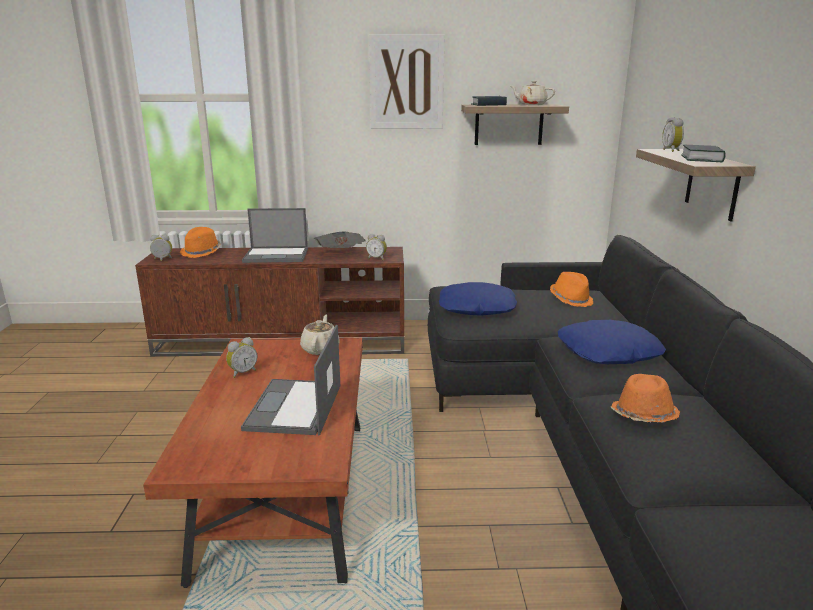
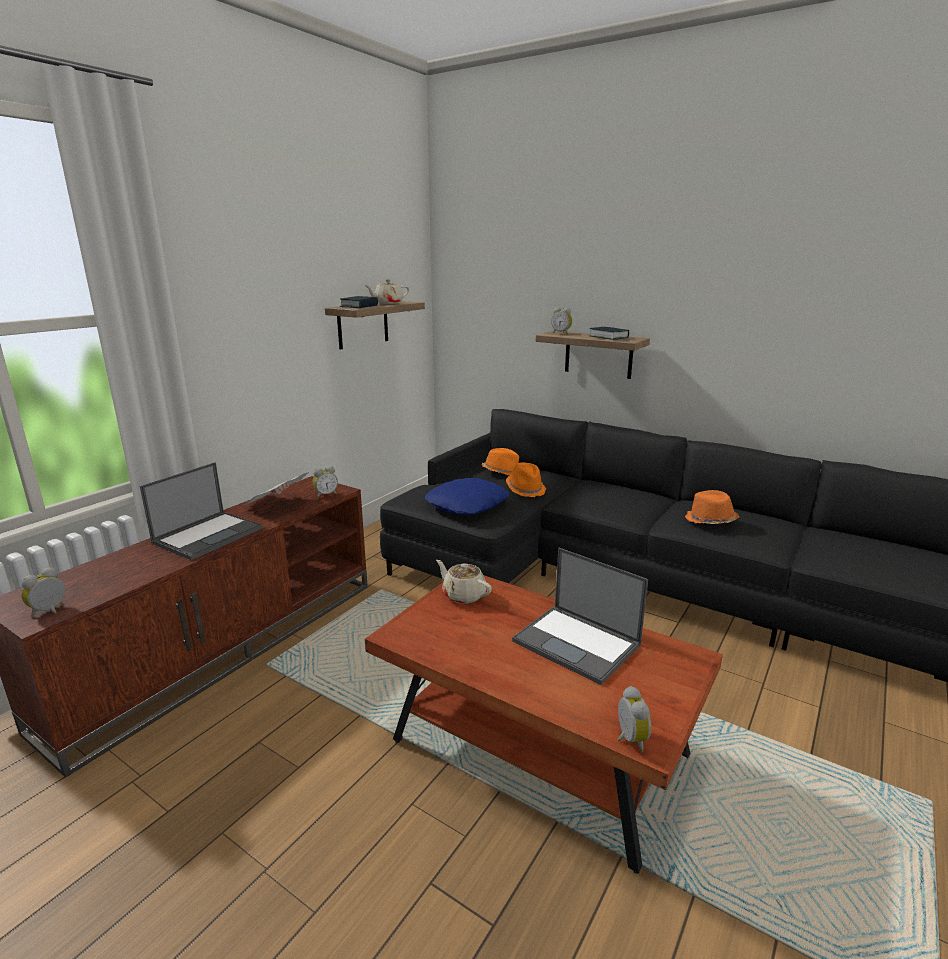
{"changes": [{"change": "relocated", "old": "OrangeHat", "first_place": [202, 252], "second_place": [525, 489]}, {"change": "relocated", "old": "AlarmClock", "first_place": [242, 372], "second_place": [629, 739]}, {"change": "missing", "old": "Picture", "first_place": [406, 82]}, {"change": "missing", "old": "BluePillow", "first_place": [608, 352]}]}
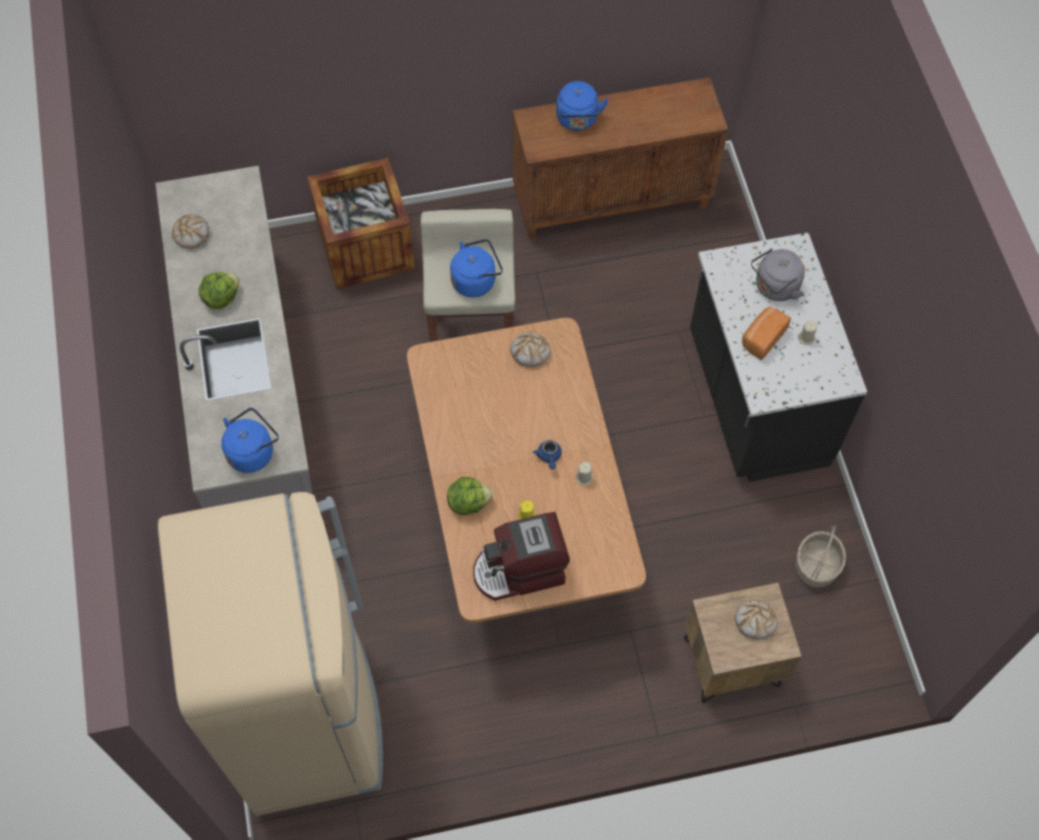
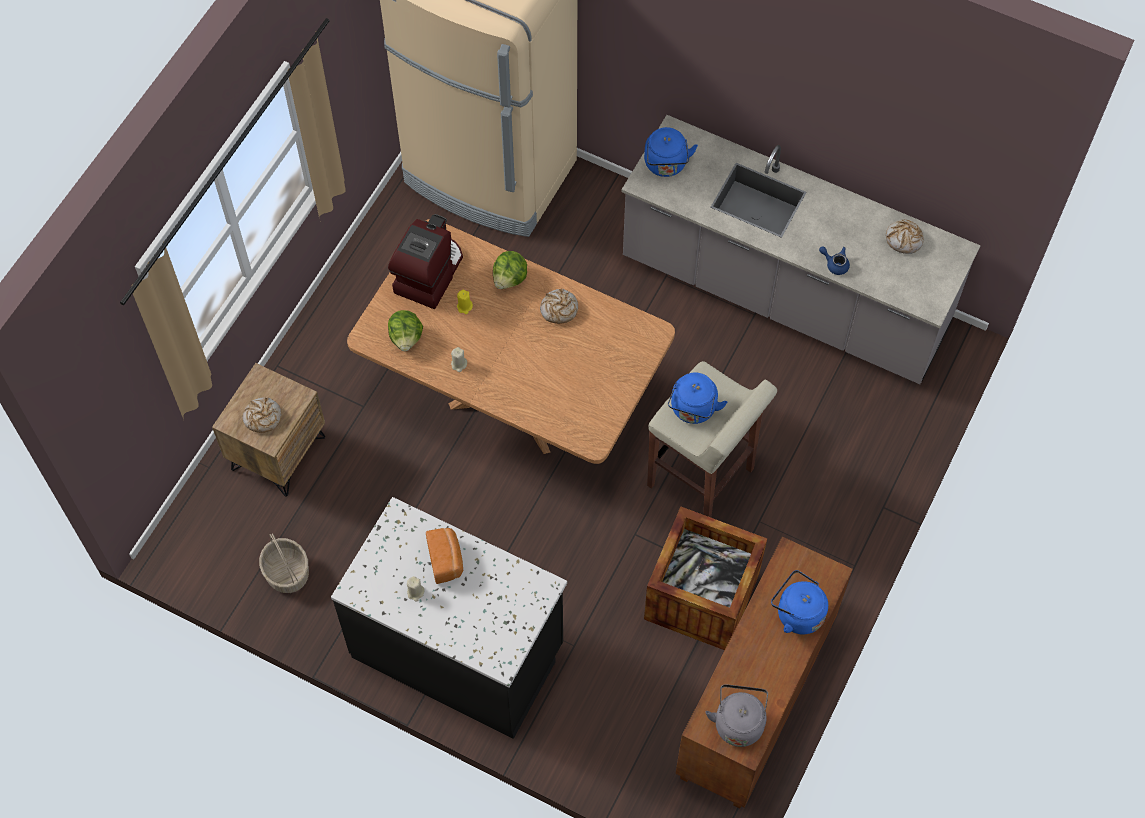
{"changes": [{"change": "relocated", "old": "Lettuce", "first_place": [221, 297], "second_place": [406, 337]}, {"change": "relocated", "old": "Crate", "first_place": [365, 247], "second_place": [701, 596]}, {"change": "relocated", "old": "Bread", "first_place": [530, 352], "second_place": [559, 309]}, {"change": "relocated", "old": "BlueTeapot", "first_place": [549, 457], "second_place": [834, 264]}, {"change": "relocated", "old": "GreyKettle", "first_place": [774, 288], "second_place": [738, 722]}]}
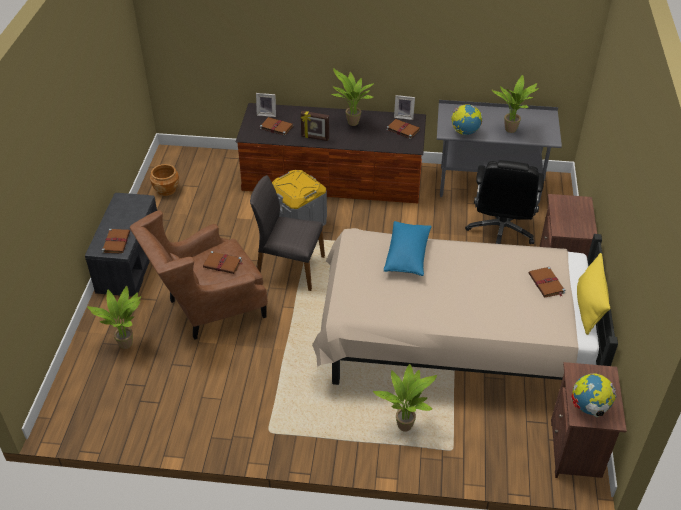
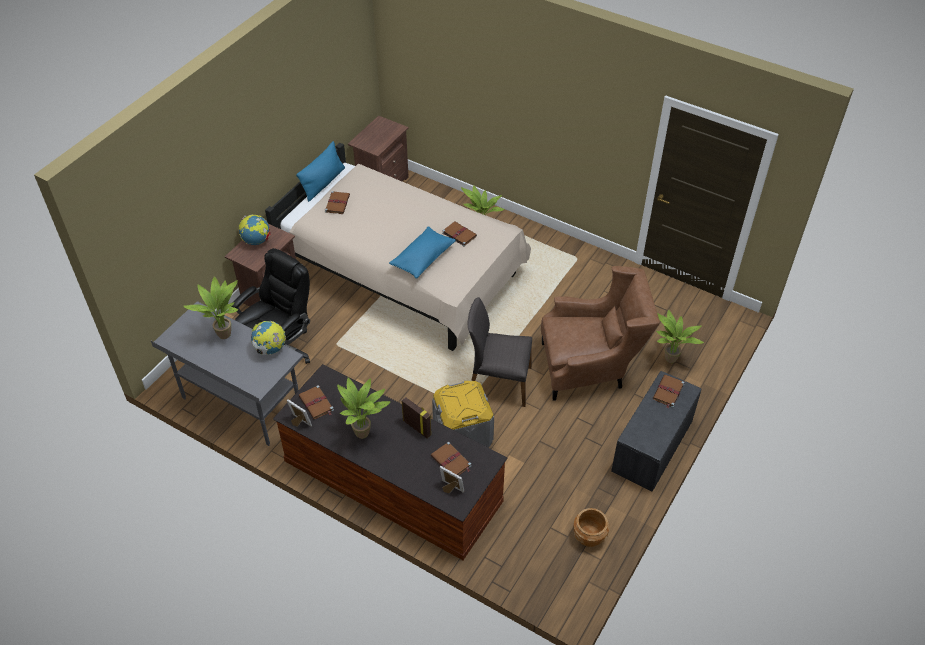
{"changes": [{"change": "relocated", "old": "BrownBook", "first_place": [223, 264], "second_place": [459, 234]}, {"change": "spun", "old": "GreyChair", "first_place": [289, 268], "second_place": [498, 382], "degrees": 150}, {"change": "relocated", "old": "Globe", "first_place": [589, 407], "second_place": [256, 241]}, {"change": "colour", "old": "YellowPillow", "new": "BluePillow", "first_place": [588, 306], "second_place": [323, 183]}]}
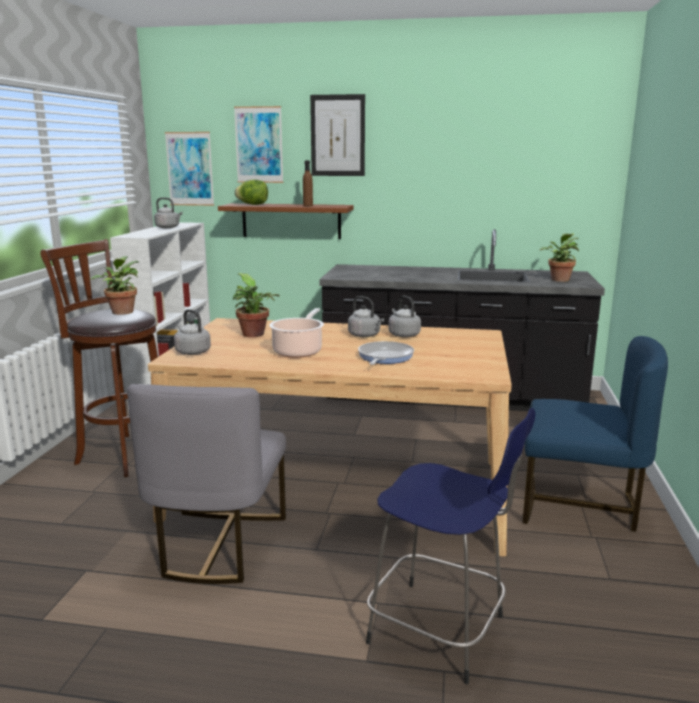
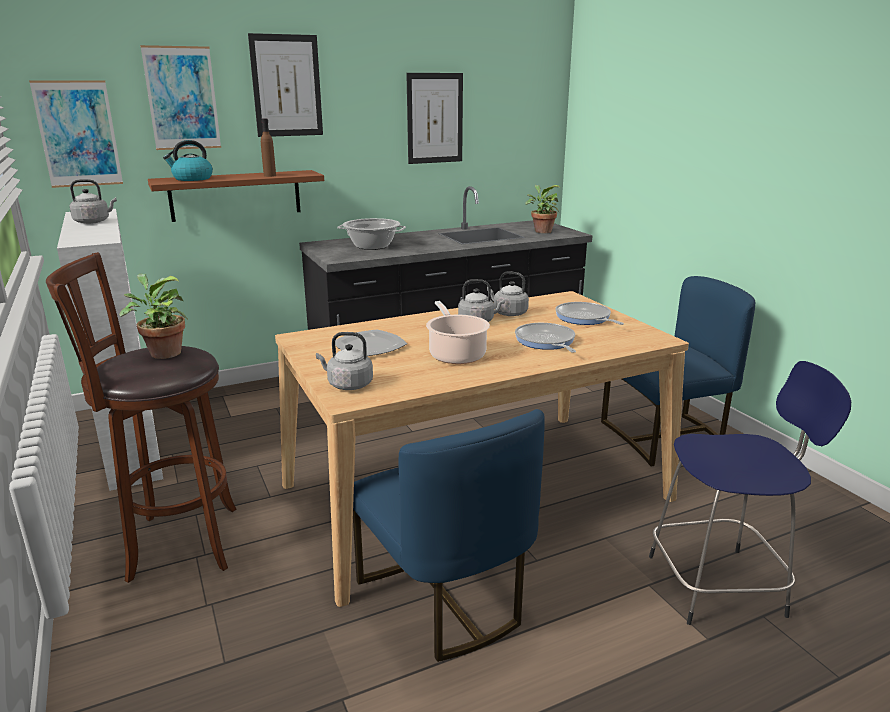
{"changes": [{"change": "colour", "old": "GreyChair", "new": "BlueChair", "first_place": [218, 545], "second_place": [444, 599]}, {"change": "exchanged", "old": "PottedPlant", "new": "Plate", "first_place": [255, 335], "second_place": [369, 346]}, {"change": "exchanged", "old": "Lettuce", "new": "Kettle", "first_place": [253, 204], "second_place": [192, 179]}, {"change": "appeared", "new": "CookingPot", "second_place": [372, 246]}, {"change": "appeared", "new": "Picture", "second_place": [435, 118]}, {"change": "appeared", "new": "FryingPan", "second_place": [584, 318]}]}
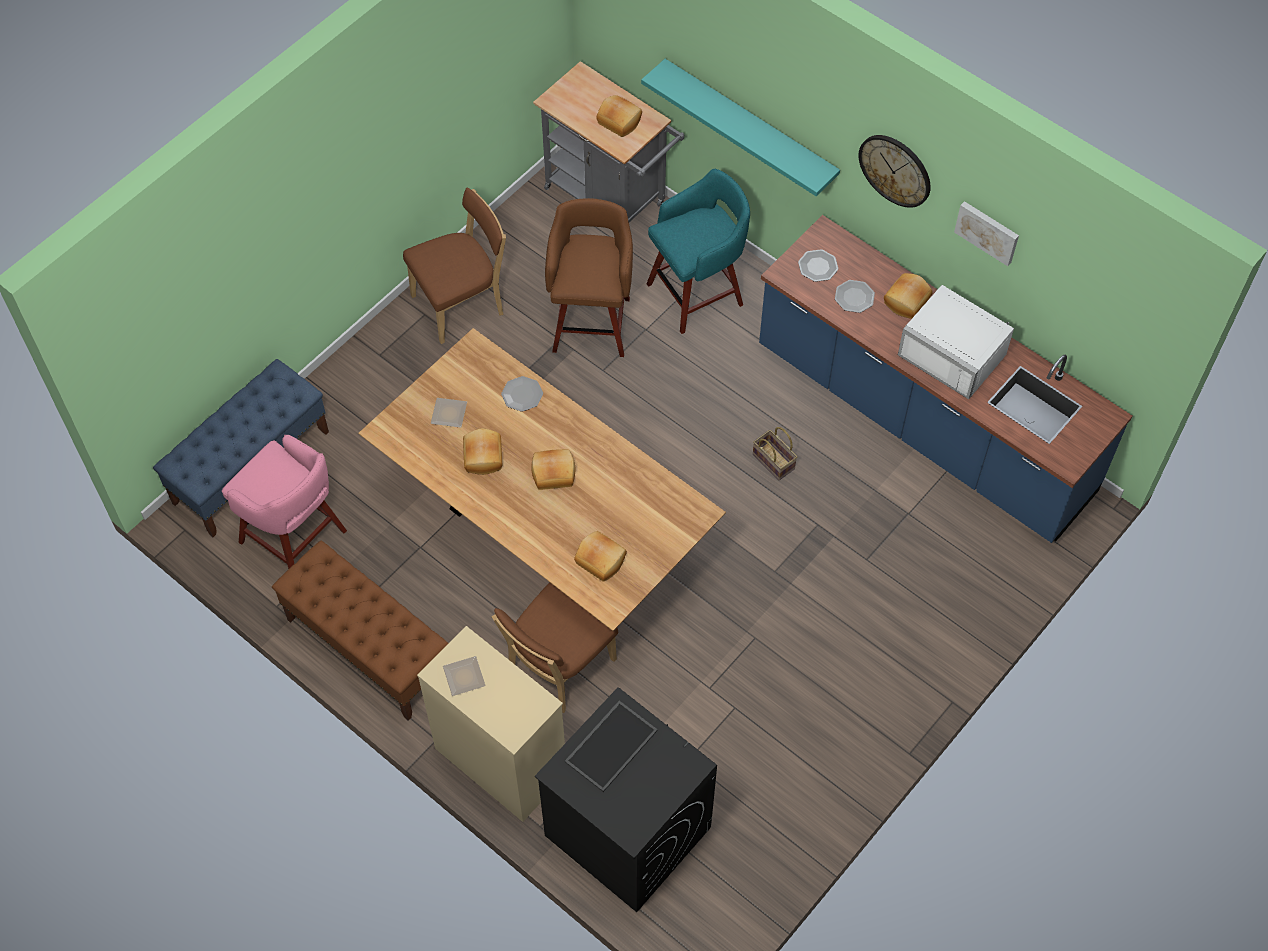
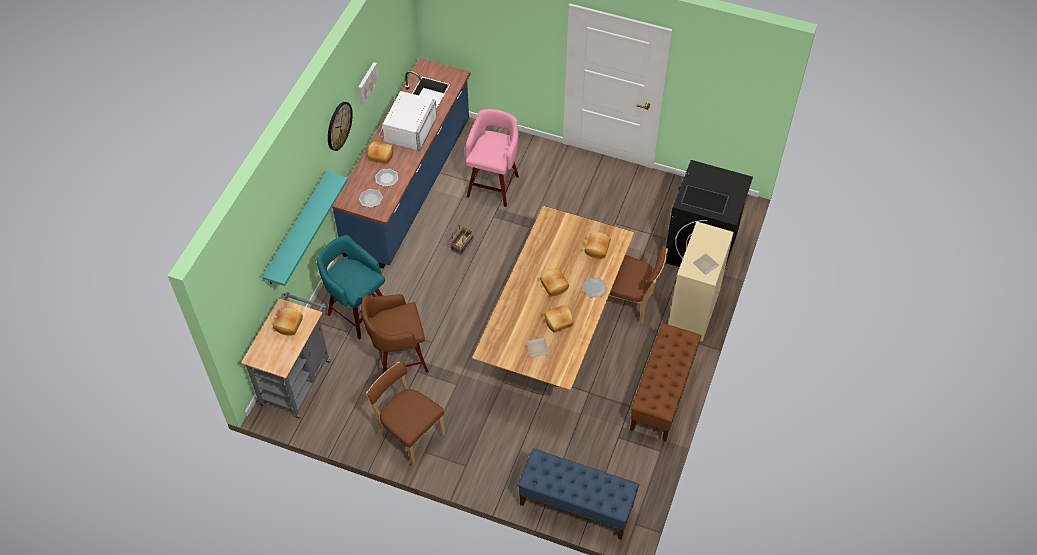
{"changes": [{"change": "relocated", "old": "PinkStool", "first_place": [295, 539], "second_place": [493, 185]}, {"change": "relocated", "old": "Plate", "first_place": [522, 394], "second_place": [594, 288]}]}
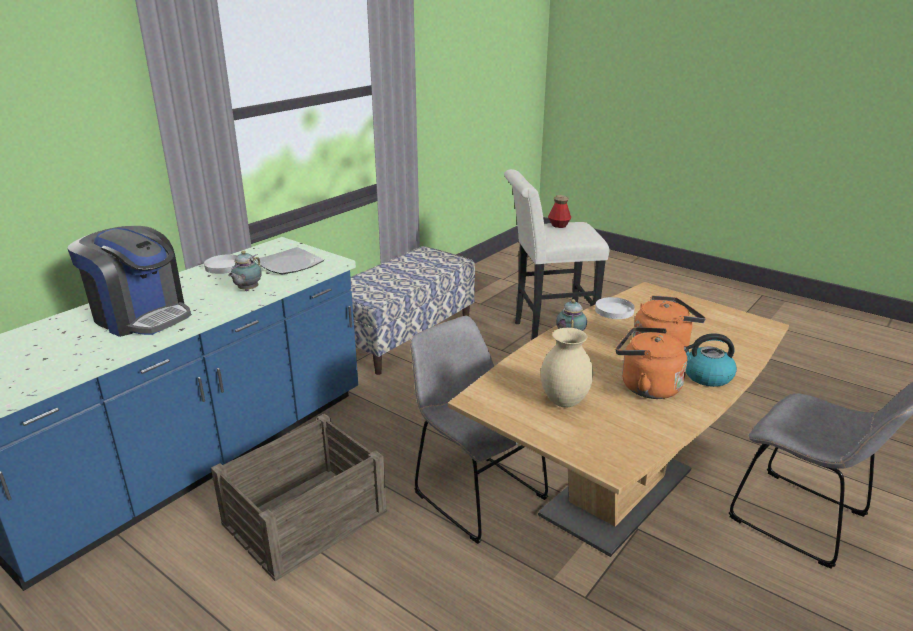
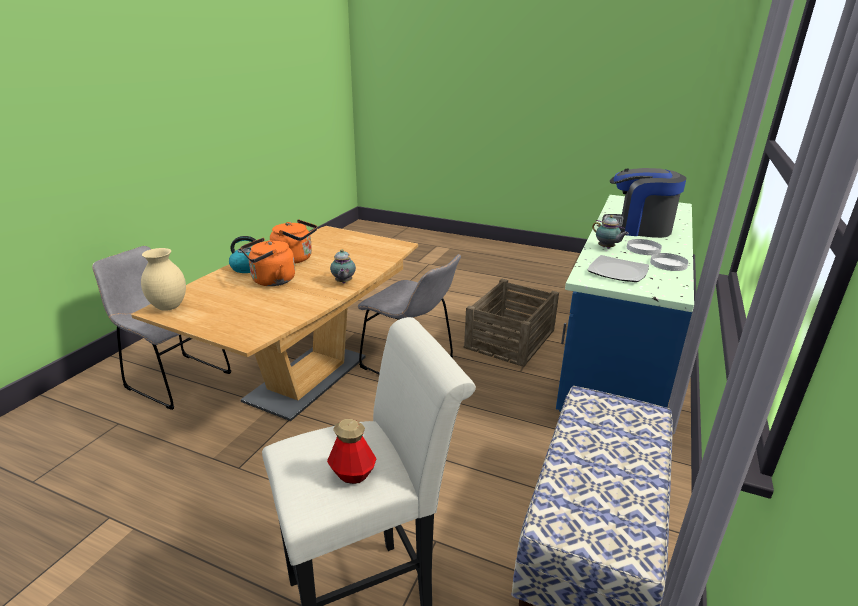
{"changes": [{"change": "spun", "old": "Teapot", "first_place": [247, 290], "second_place": [607, 248], "degrees": 135}, {"change": "relocated", "old": "BeigeVase", "first_place": [563, 402], "second_place": [169, 307]}, {"change": "relocated", "old": "WhitePlate", "first_place": [614, 310], "second_place": [643, 249]}]}
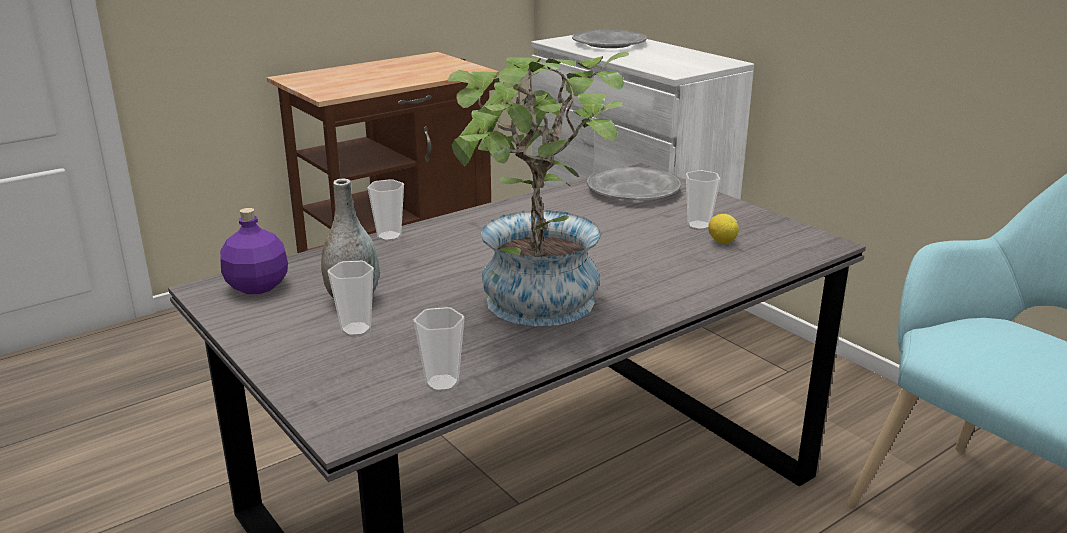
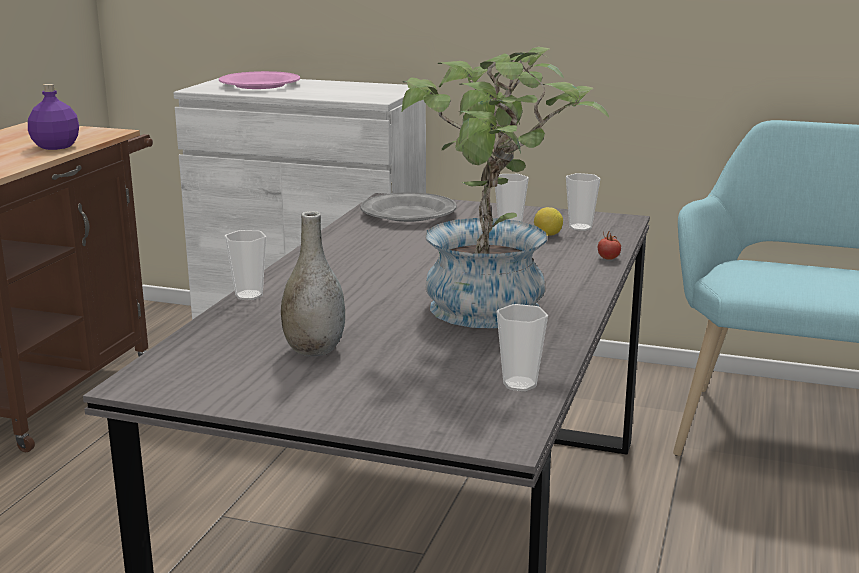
{"changes": [{"change": "relocated", "old": "PurpleBottle", "first_place": [258, 286], "second_place": [56, 146]}, {"change": "relocated", "old": "Cup", "first_place": [356, 330], "second_place": [580, 227]}, {"change": "colour", "old": "GreyPlate", "new": "PinkPlate", "first_place": [608, 43], "second_place": [259, 85]}, {"change": "appeared", "new": "Tomato", "second_place": [608, 258]}]}
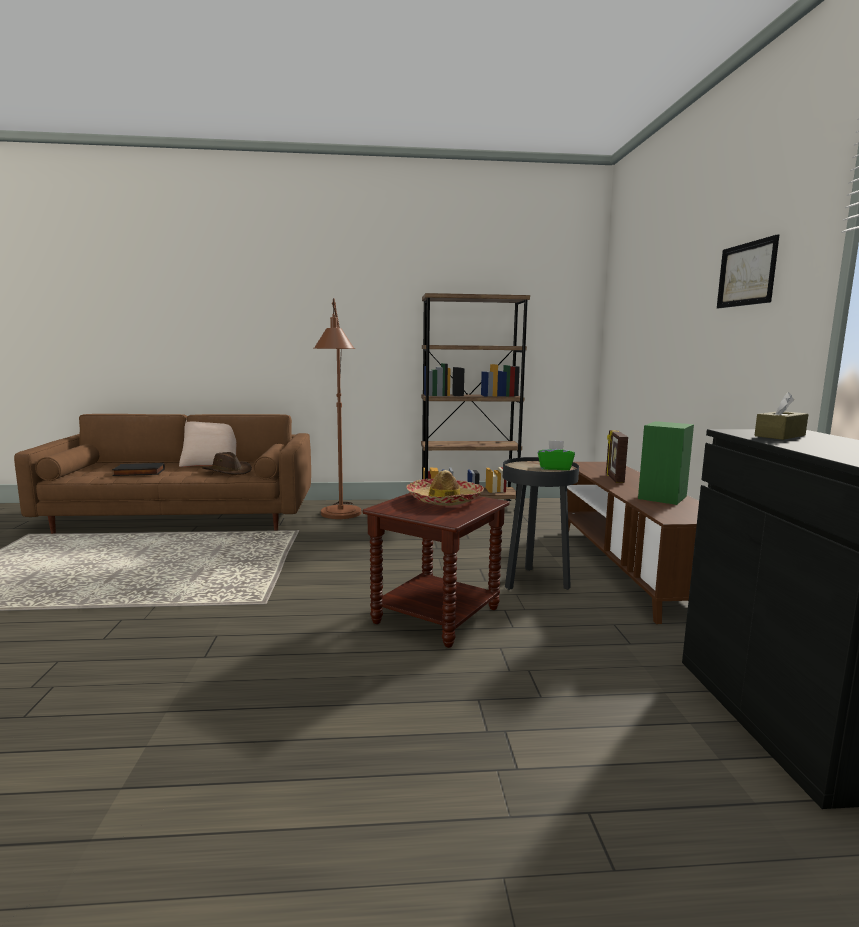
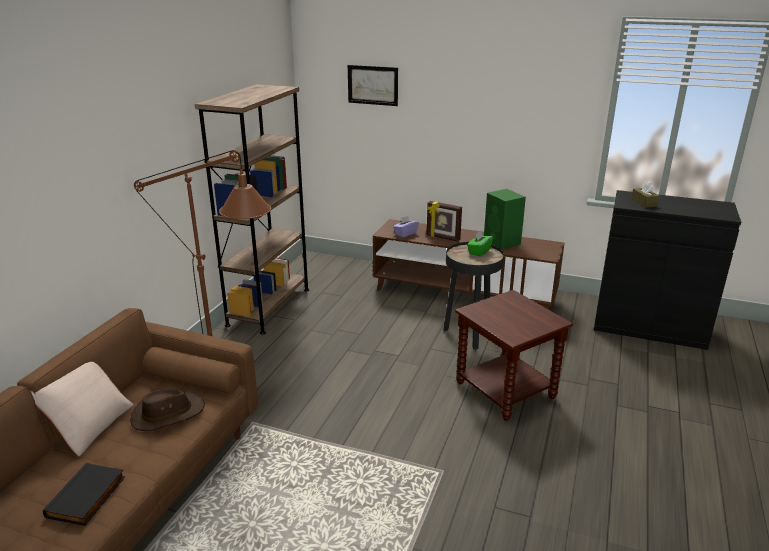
{"changes": [{"change": "missing", "old": "Hat", "first_place": [444, 500]}, {"change": "relocated", "old": "Picture", "first_place": [746, 274], "second_place": [372, 85]}, {"change": "appeared", "new": "PurpleTissueBox", "second_place": [405, 234]}]}
